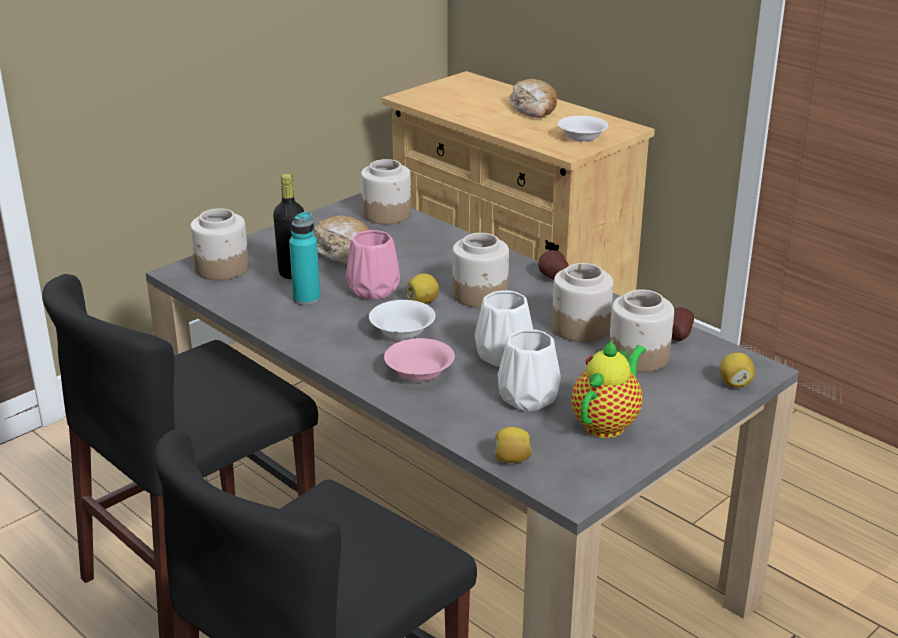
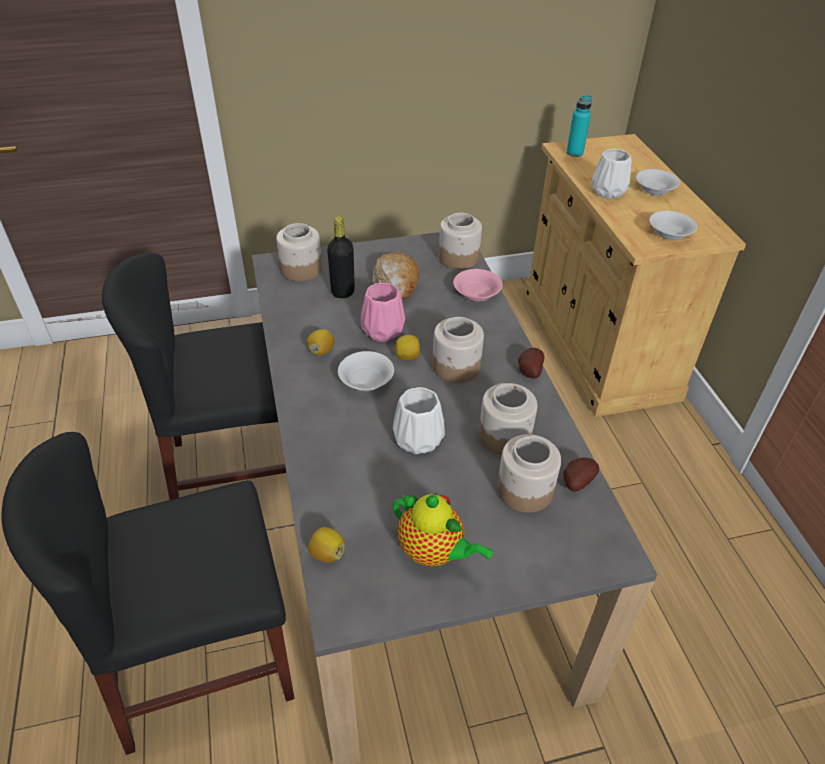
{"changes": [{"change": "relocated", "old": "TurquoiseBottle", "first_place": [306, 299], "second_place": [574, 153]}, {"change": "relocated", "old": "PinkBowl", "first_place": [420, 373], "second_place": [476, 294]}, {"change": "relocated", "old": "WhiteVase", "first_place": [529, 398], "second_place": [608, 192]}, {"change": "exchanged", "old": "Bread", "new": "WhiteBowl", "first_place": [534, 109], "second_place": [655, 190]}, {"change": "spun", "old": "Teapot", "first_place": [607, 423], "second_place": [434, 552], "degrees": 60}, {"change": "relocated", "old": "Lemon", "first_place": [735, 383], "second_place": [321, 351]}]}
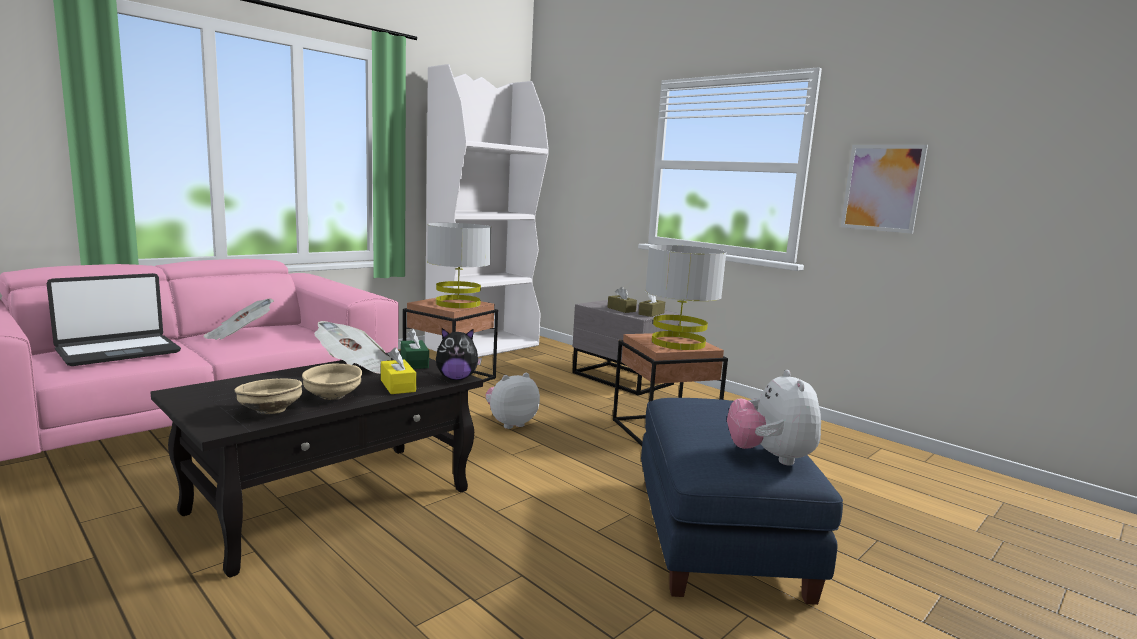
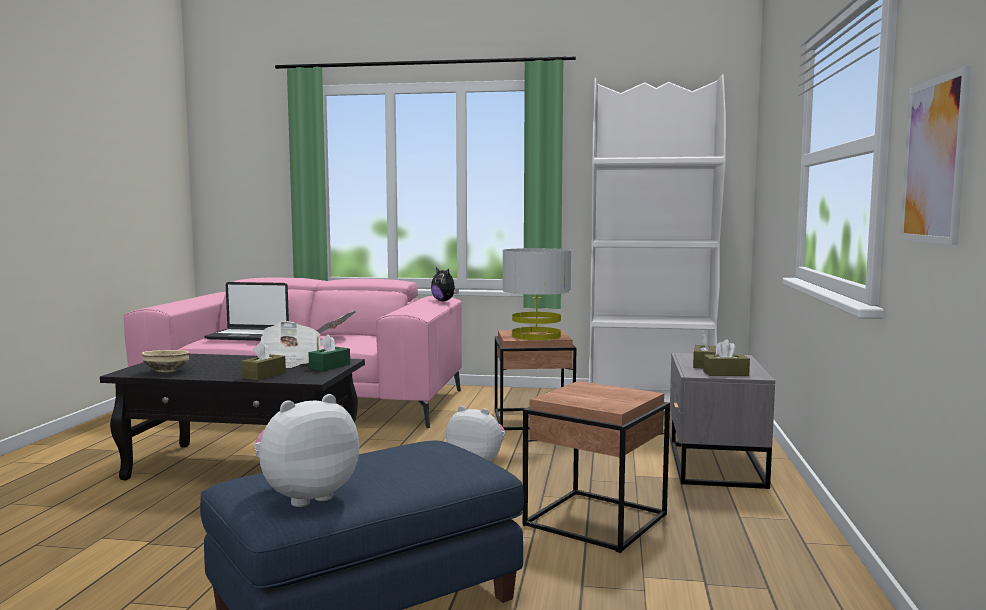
{"changes": [{"change": "missing", "old": "BeigeBowl", "first_place": [332, 397]}, {"change": "colour", "old": "YellowTissueBox", "new": "BrownTissueBox", "first_place": [398, 386], "second_place": [264, 375]}, {"change": "relocated", "old": "PlushToy", "first_place": [457, 378], "second_place": [444, 301]}, {"change": "missing", "old": "GreyTableLamp", "first_place": [678, 343]}]}
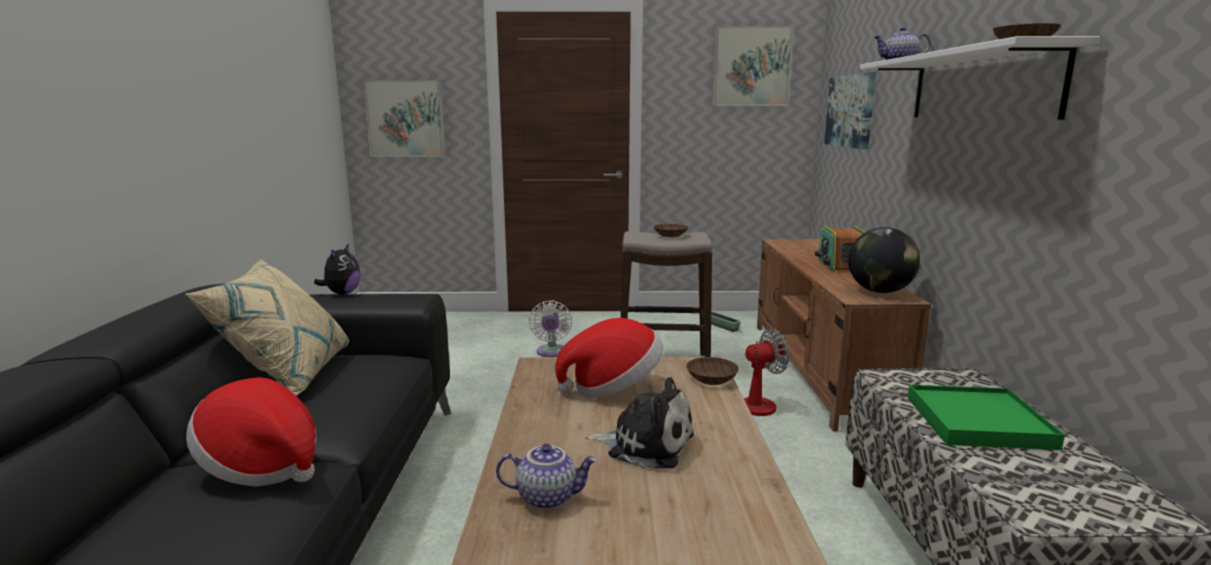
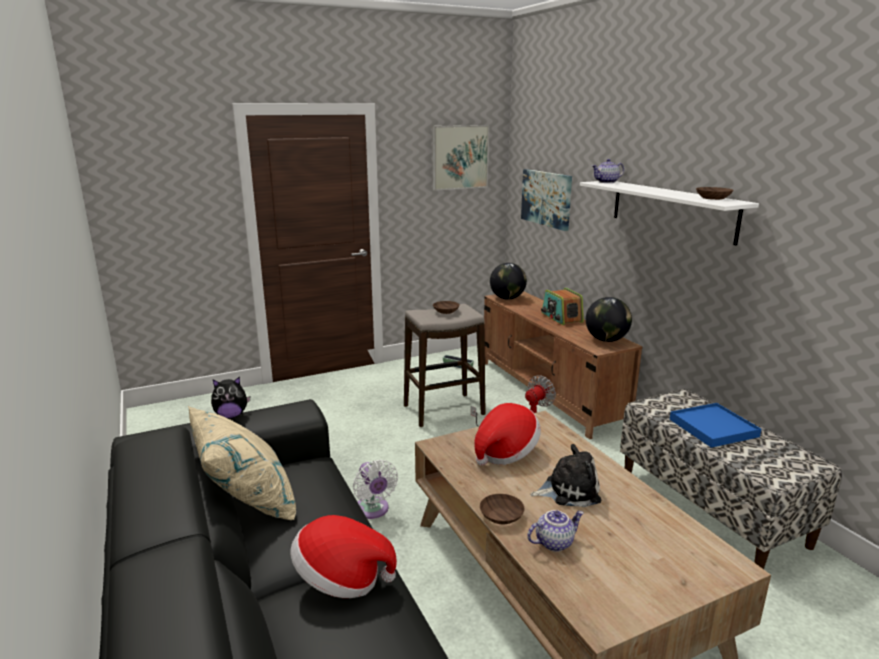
{"changes": [{"change": "spun", "old": "PlushToy", "first_place": [342, 293], "second_place": [231, 415], "degrees": 90}, {"change": "missing", "old": "Picture", "first_place": [405, 118]}, {"change": "relocated", "old": "WhiteFan", "first_place": [551, 352], "second_place": [373, 510]}, {"change": "relocated", "old": "BrownBowl", "first_place": [711, 378], "second_place": [500, 516]}, {"change": "colour", "old": "GreenTray", "new": "BlueTray", "first_place": [978, 422], "second_place": [713, 428]}, {"change": "appeared", "new": "Globe", "second_place": [507, 298]}]}
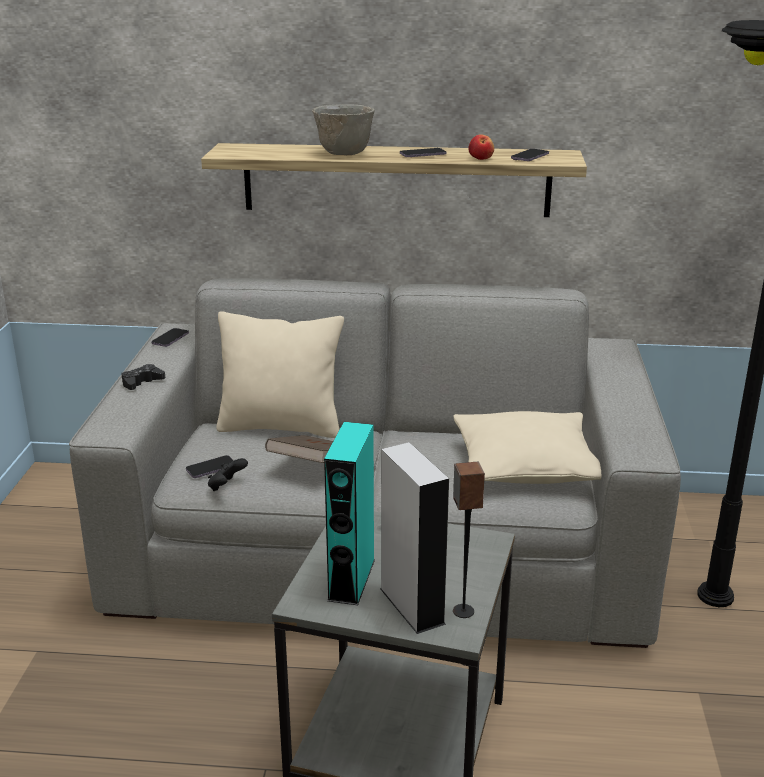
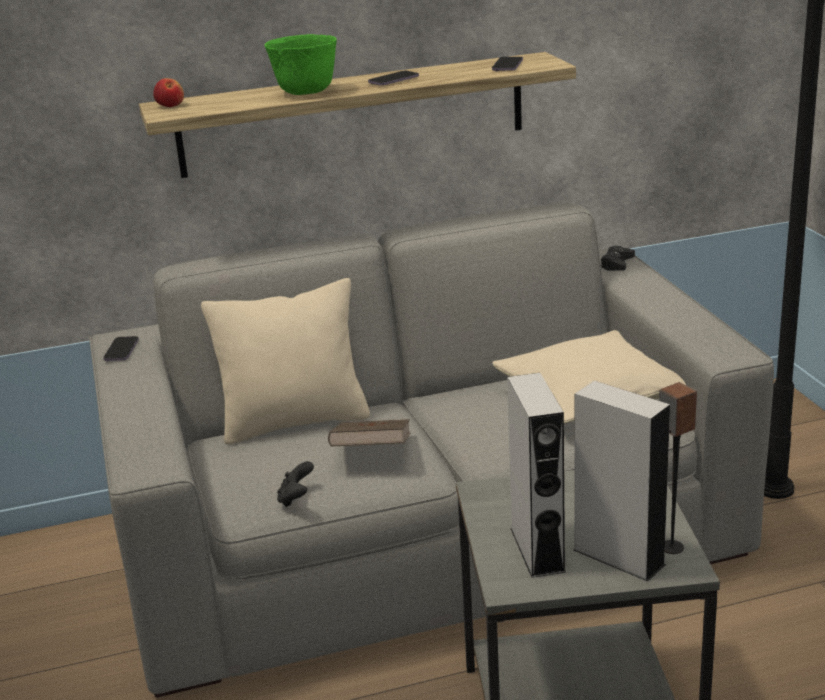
{"changes": [{"change": "relocated", "old": "BlackGameController", "first_place": [142, 382], "second_place": [617, 264]}, {"change": "missing", "old": "Phone", "first_place": [211, 468]}, {"change": "colour", "old": "GreyBowl", "new": "GreenBowl", "first_place": [343, 153], "second_place": [304, 92]}, {"change": "colour", "old": "TurquoiseSpeaker", "new": "GreySpeaker", "first_place": [351, 579], "second_place": [537, 550]}, {"change": "relocated", "old": "Apple", "first_place": [481, 158], "second_place": [170, 105]}]}
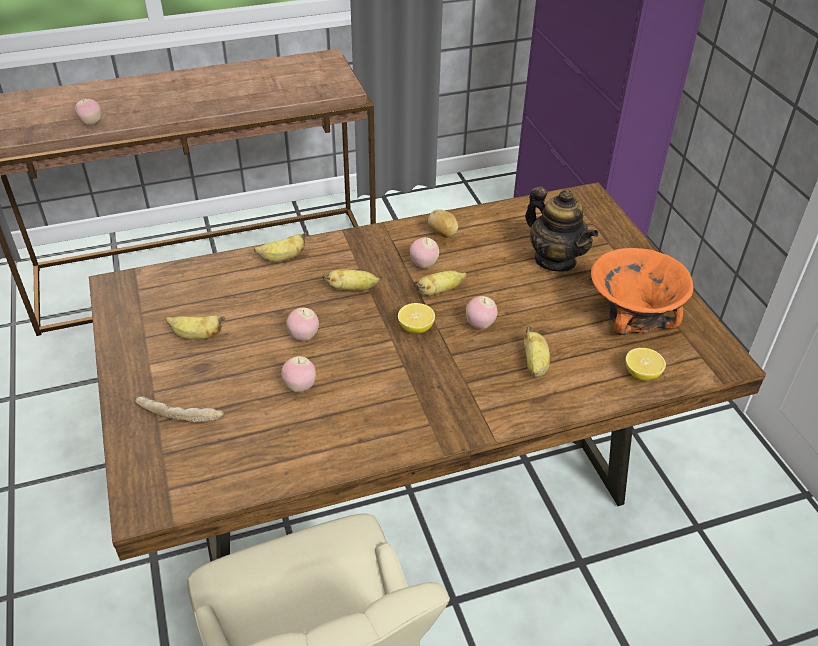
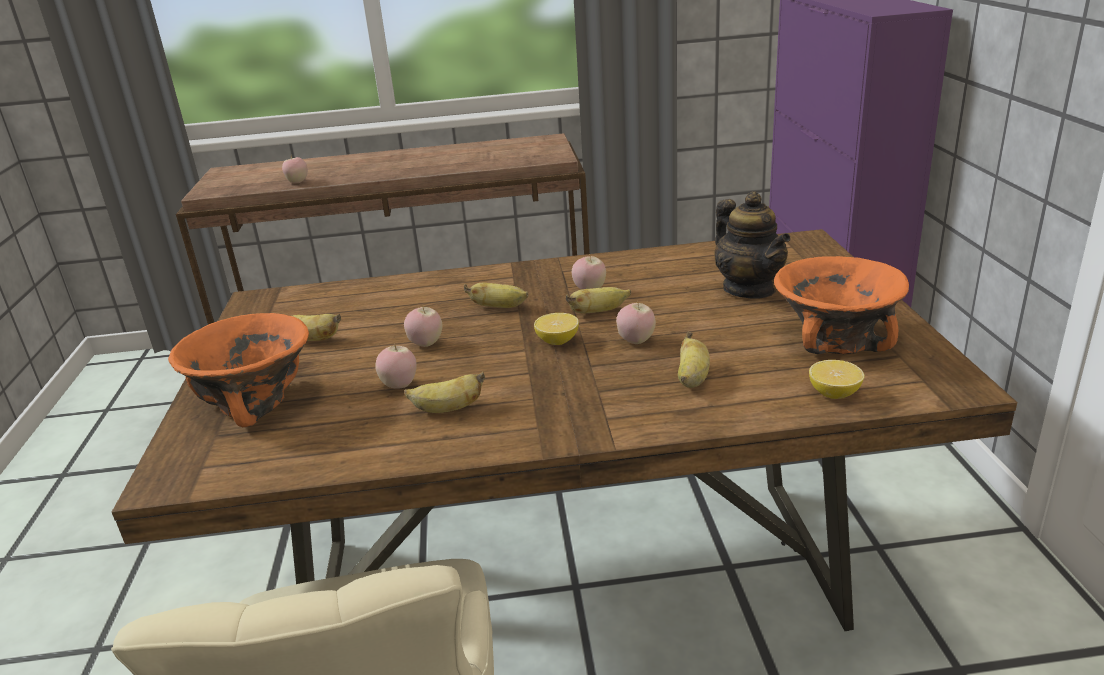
{"changes": [{"change": "exchanged", "old": "Bread", "new": "OrangeBowl", "first_place": [181, 415], "second_place": [256, 402]}, {"change": "relocated", "old": "Banana", "first_place": [282, 258], "second_place": [447, 409]}, {"change": "missing", "old": "Potato", "first_place": [443, 234]}]}
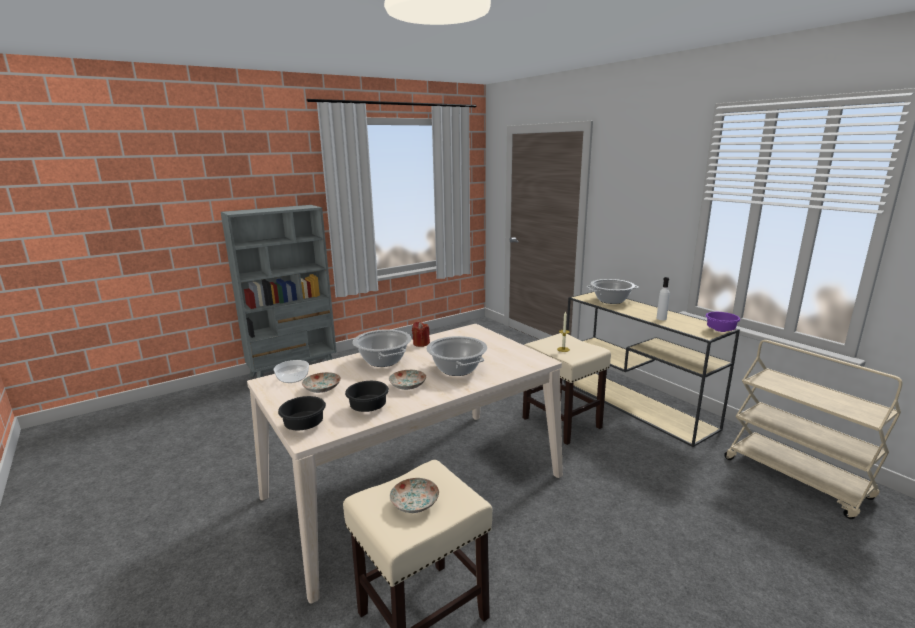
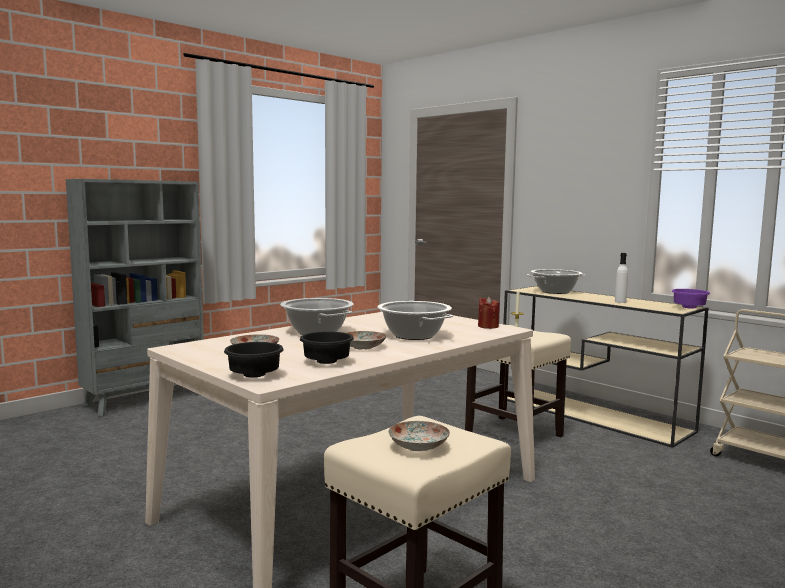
{"changes": [{"change": "missing", "old": "Bowl", "first_place": [292, 379]}, {"change": "relocated", "old": "RedCandle", "first_place": [421, 343], "second_place": [488, 326]}]}
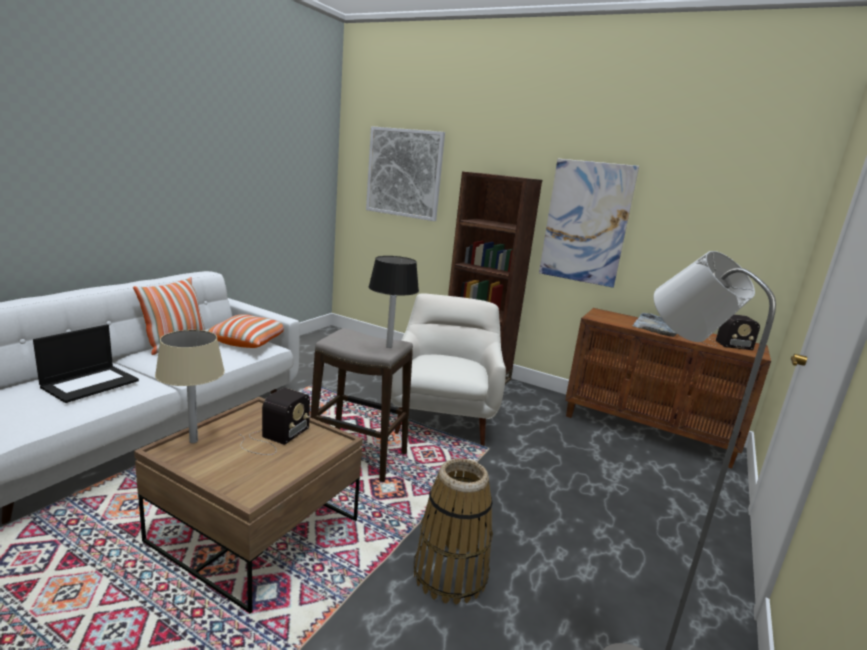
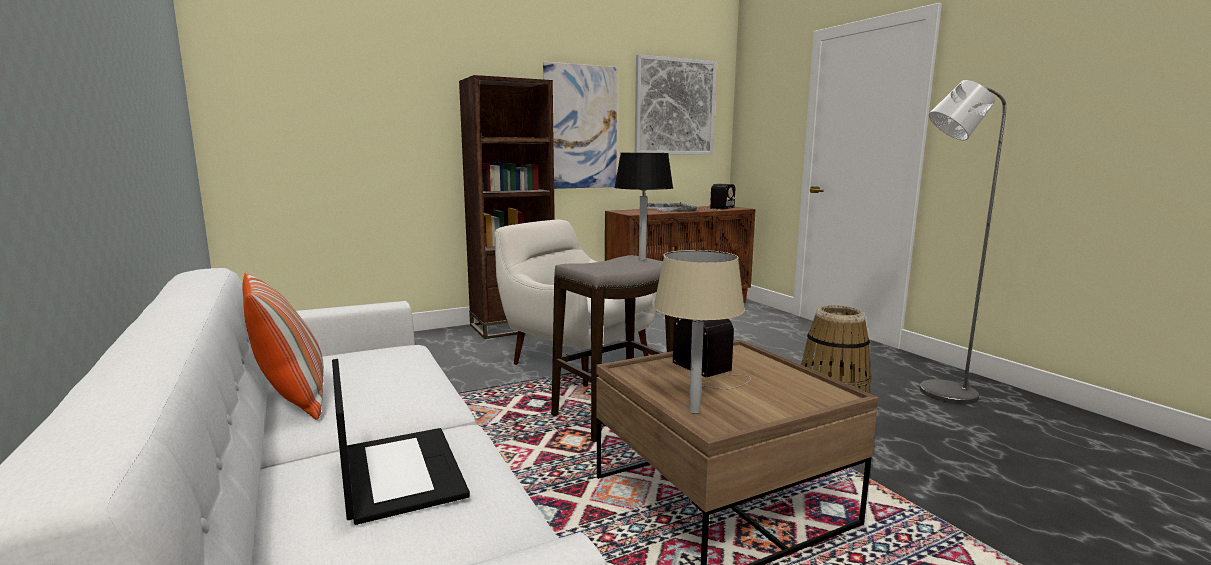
{"changes": [{"change": "missing", "old": "Pillow", "first_place": [247, 341]}, {"change": "relocated", "old": "Picture", "first_place": [404, 173], "second_place": [674, 107]}]}
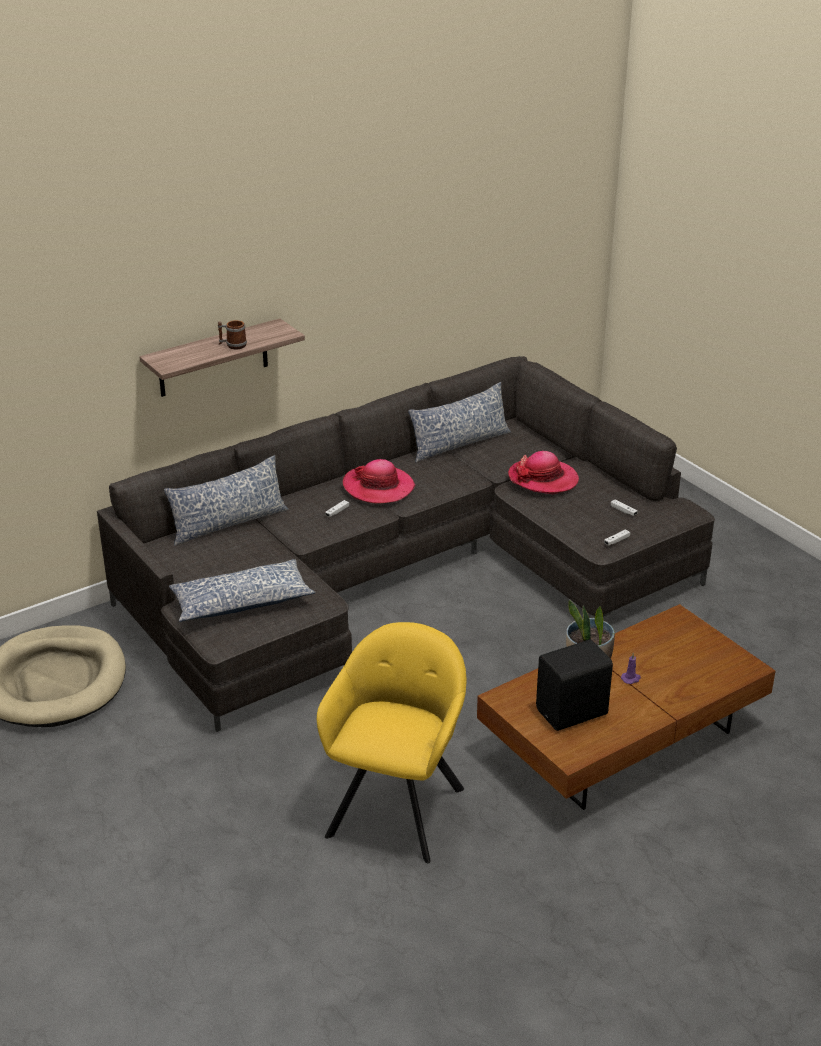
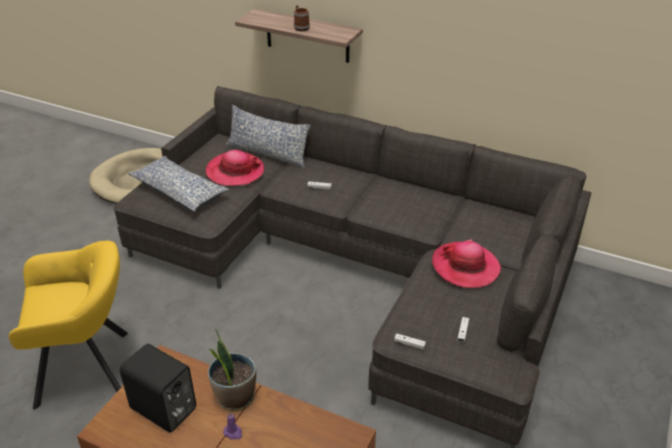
{"changes": [{"change": "relocated", "old": "Hat", "first_place": [378, 487], "second_place": [235, 171]}, {"change": "missing", "old": "Pillow", "first_place": [459, 444]}]}
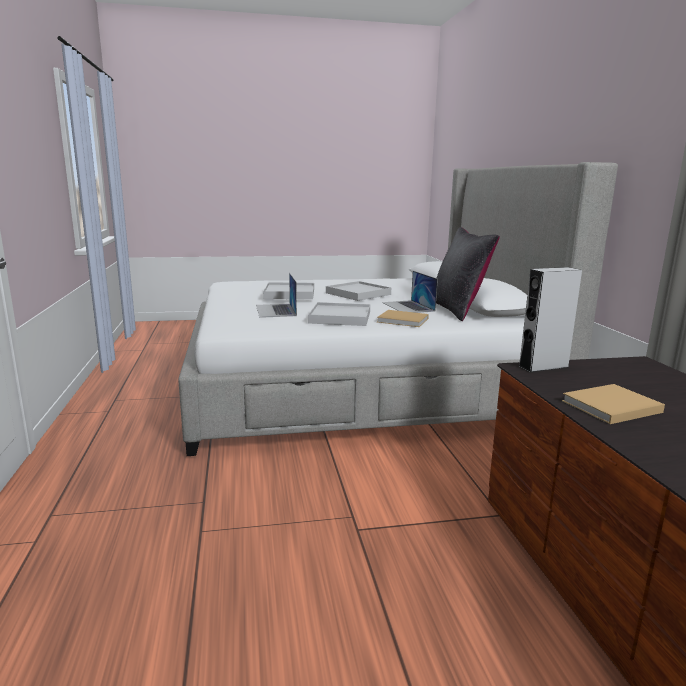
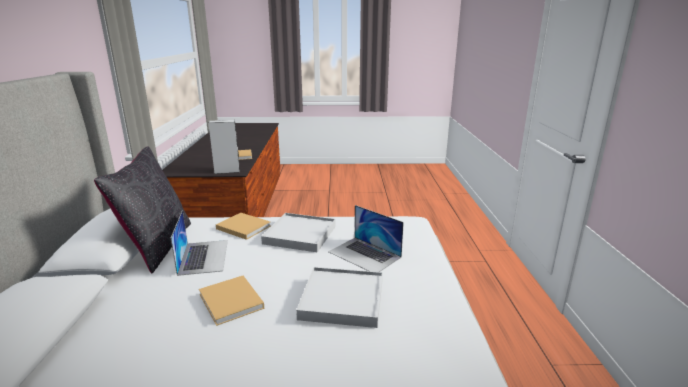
{"changes": [{"change": "spun", "old": "Laptop", "first_place": [275, 310], "second_place": [364, 254], "degrees": 135}, {"change": "exchanged", "old": "WhiteTray", "new": "BeigeBook", "first_place": [358, 294], "second_place": [231, 302]}]}
